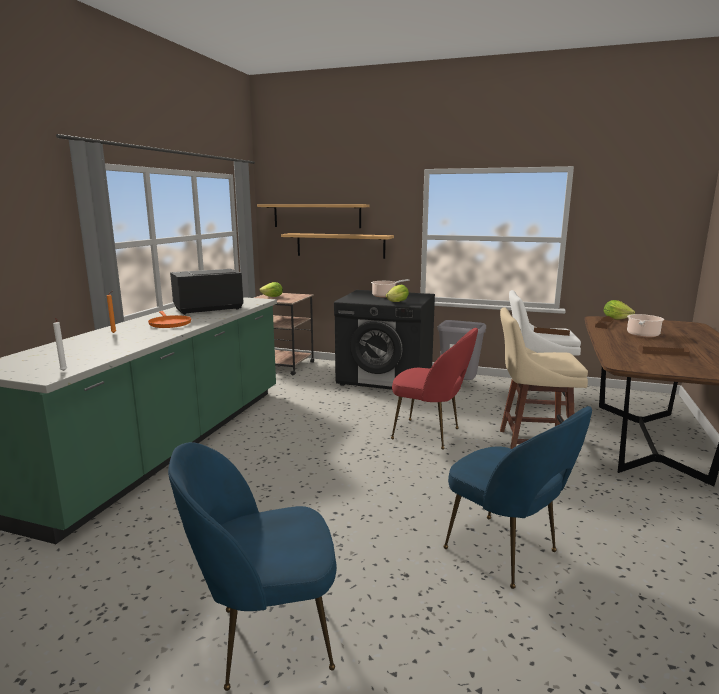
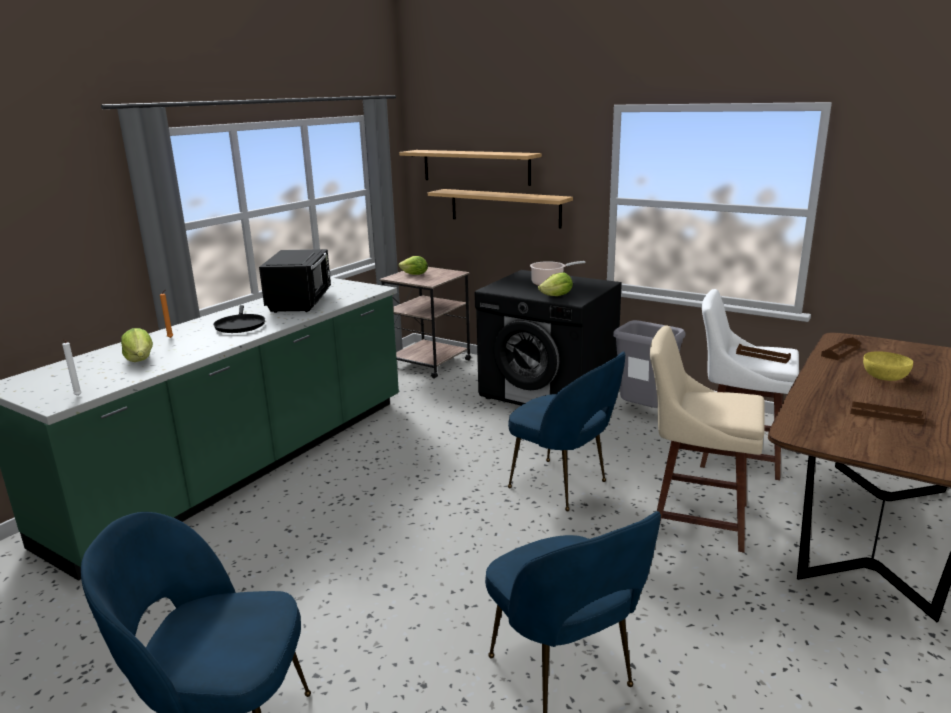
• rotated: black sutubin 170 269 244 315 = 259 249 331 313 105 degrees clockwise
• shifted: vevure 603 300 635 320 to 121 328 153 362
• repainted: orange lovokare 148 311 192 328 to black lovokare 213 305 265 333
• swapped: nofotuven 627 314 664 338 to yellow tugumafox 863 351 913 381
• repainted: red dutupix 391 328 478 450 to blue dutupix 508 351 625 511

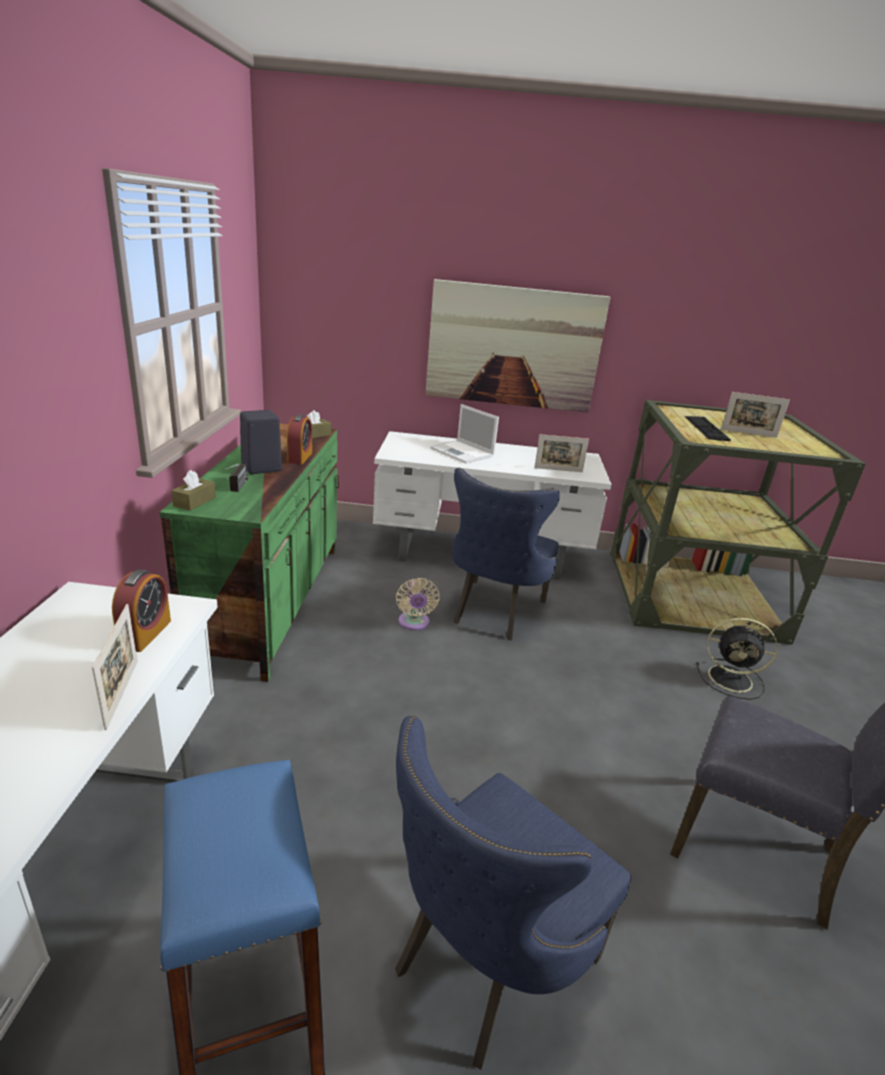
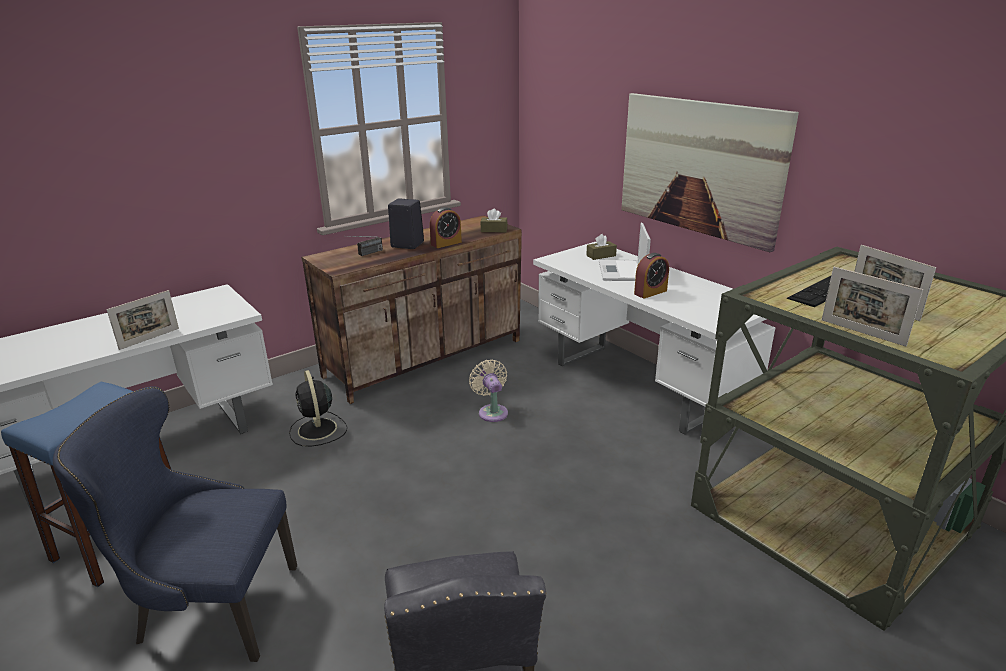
• repainted: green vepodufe 159 423 339 682 to brown vepodufe 301 215 522 404
• shifted: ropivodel 534 434 589 472 to 822 267 923 346
• gone: blue dutupix 452 468 560 640
• shifted: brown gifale 171 470 216 511 to 586 234 617 260
• shifted: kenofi 112 570 171 652 to 634 253 669 299
• rotated: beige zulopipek 396 578 440 630 = 469 359 508 422 120 degrees clockwise
• shifted: black zulopipek 696 618 778 700 to 289 370 347 447

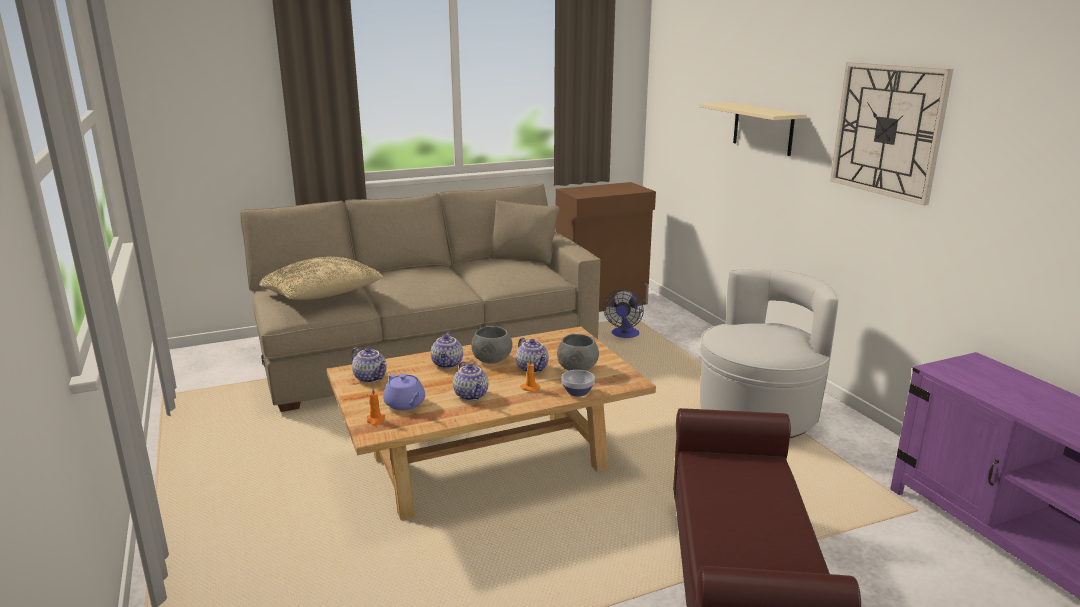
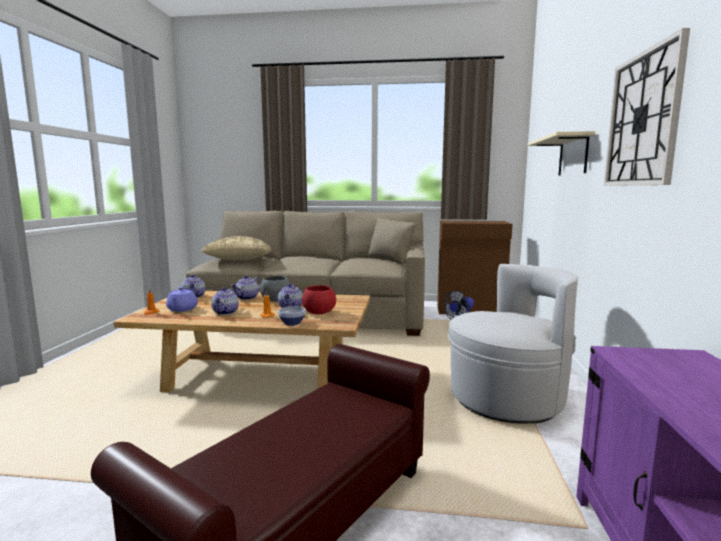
• repainted: grey tugumafox 557 334 599 371 to red tugumafox 302 285 336 314

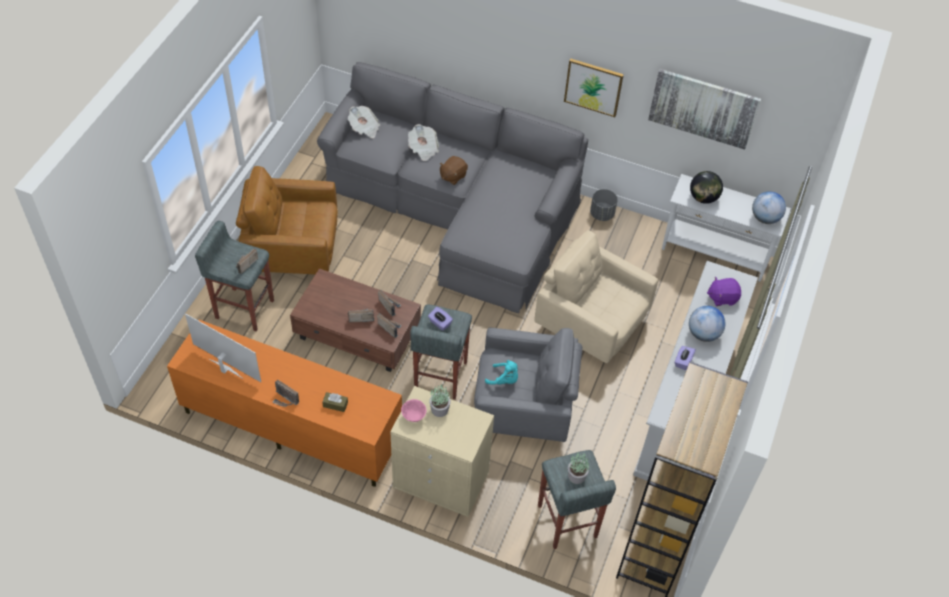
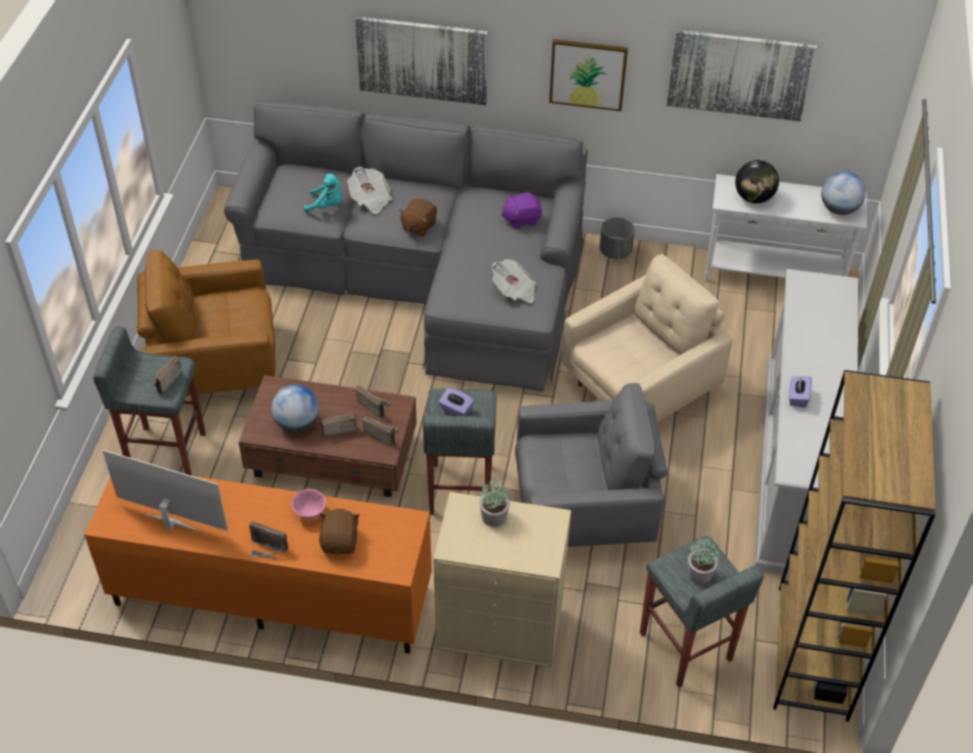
• shifted: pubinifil 348 106 380 138 to 492 259 536 303
• rotated: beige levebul 534 230 658 363 = 561 254 733 422 120 degrees clockwise
• shifted: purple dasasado 707 277 741 306 to 501 192 542 229
• shifted: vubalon 689 306 726 342 to 271 384 319 432
• shifted: turquoise dasasado 485 360 518 385 to 303 174 342 212
• swapped: brown gifale 322 392 348 412 to brown dasasado 319 509 360 555
• shifted: pink tugumafox 401 399 426 422 to 291 489 326 519
• new: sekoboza 355 16 488 105

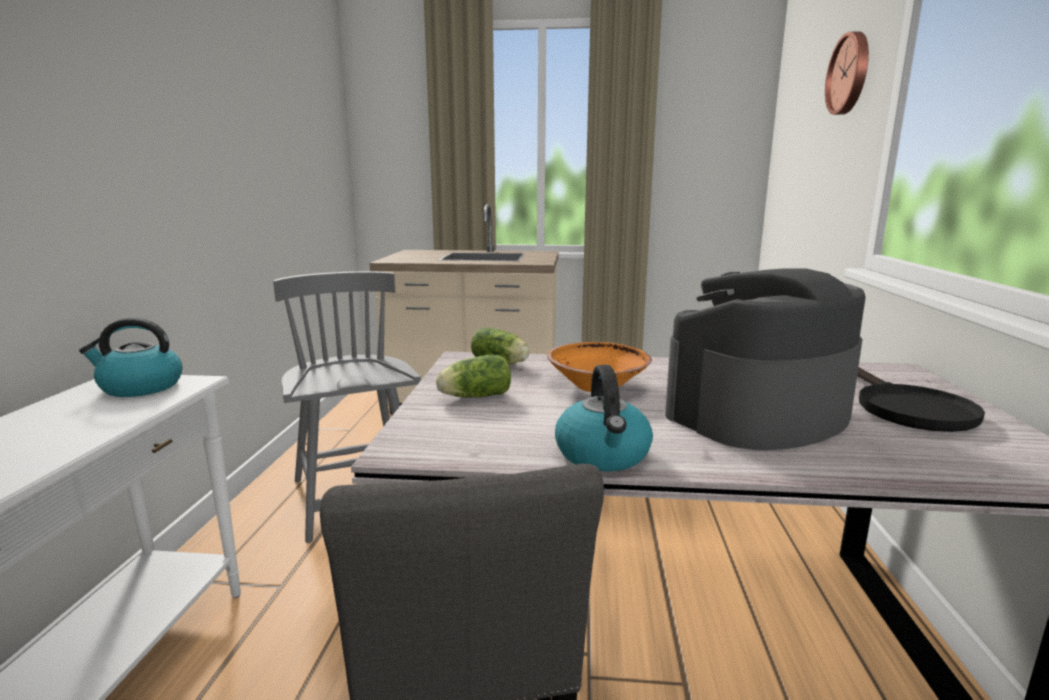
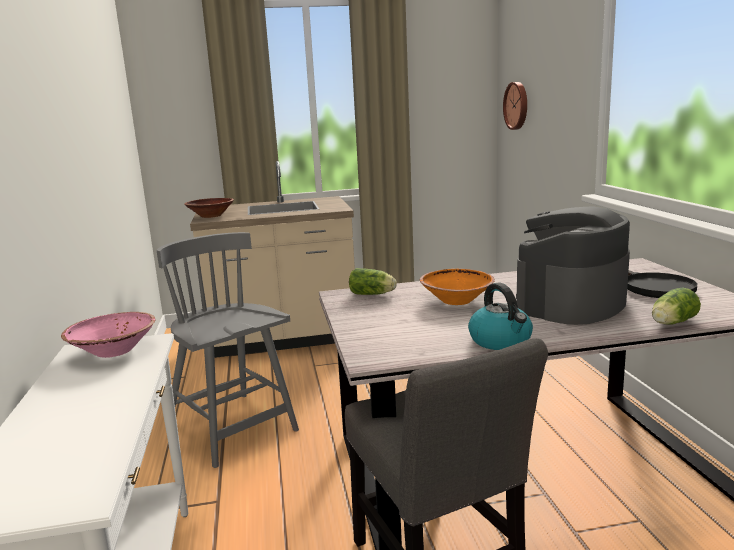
• shifted: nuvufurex 825 32 869 115 to 503 82 527 130
• swapped: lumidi 79 318 182 397 to pink tugumafox 61 312 155 358
• shifted: vevure 436 355 511 397 to 652 288 701 325
• new: brown tugumafox 184 198 234 218

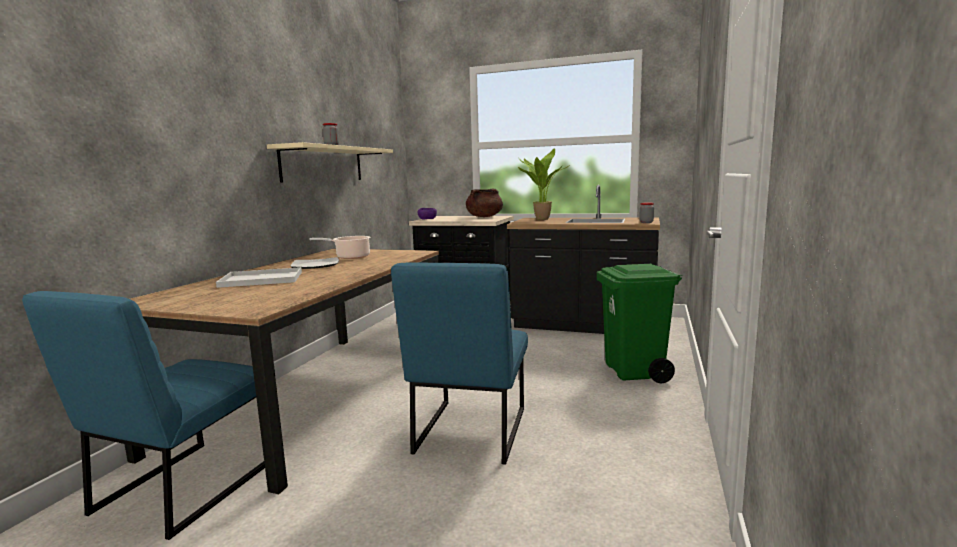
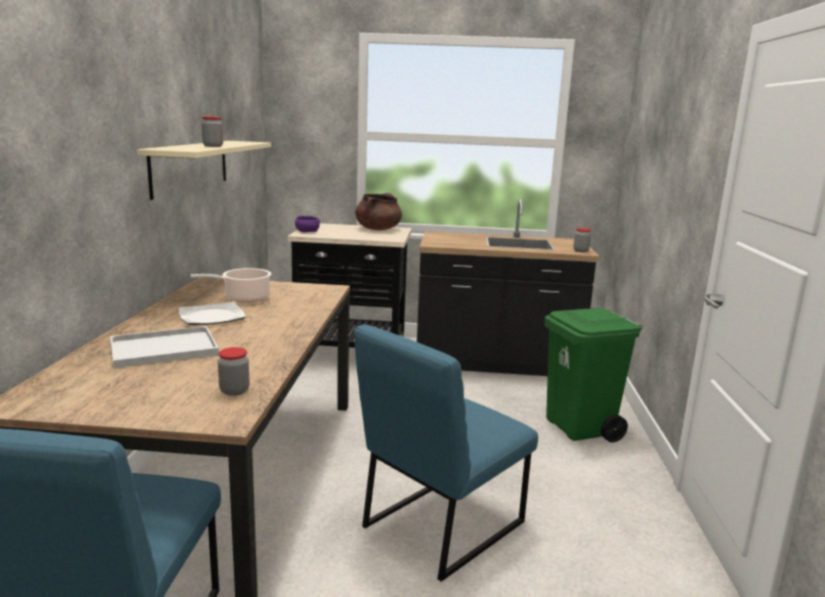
• gone: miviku 518 148 571 220
• rotated: blue dutupix 391 263 528 465 = 354 324 538 582 45 degrees clockwise
• new: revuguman 218 347 249 396

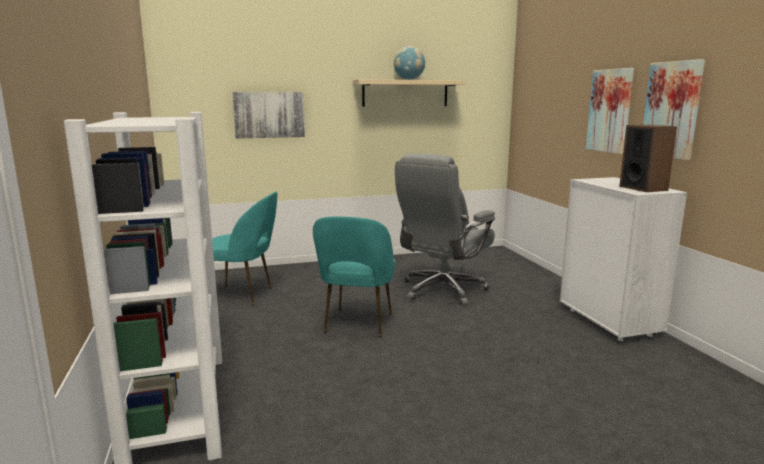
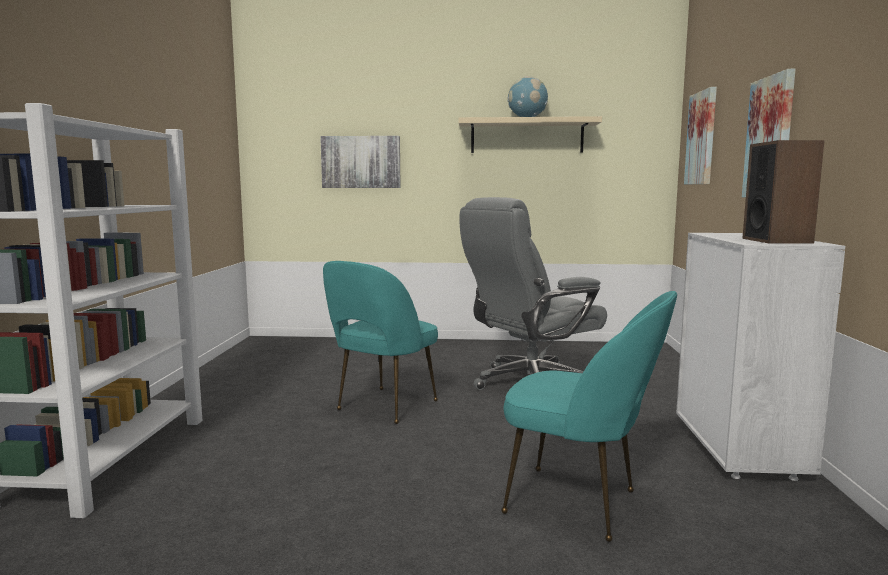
• shifted: sekoboza 643 59 705 160 to 684 87 717 184
• shifted: turquoise dutupix 212 191 277 306 to 501 291 677 542

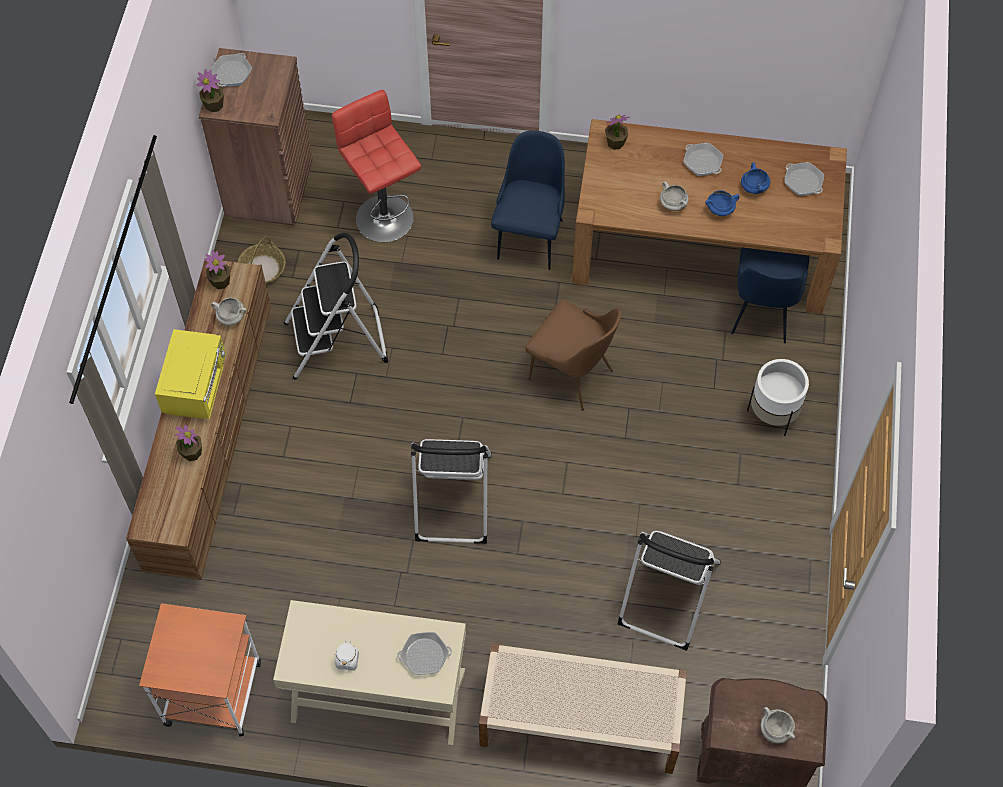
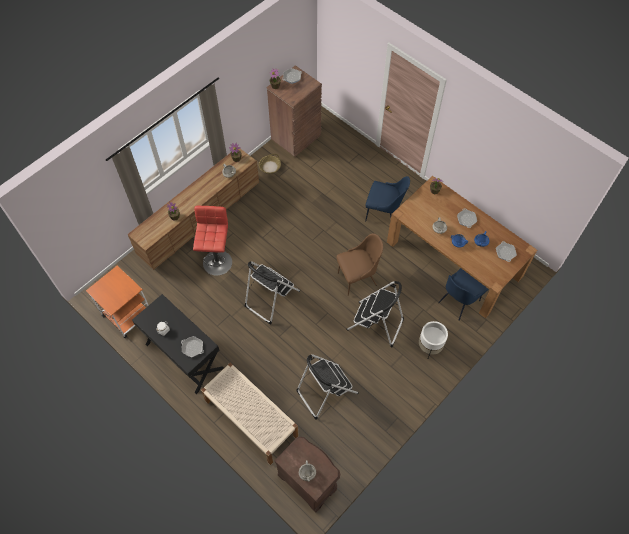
• shifted: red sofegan 332 90 421 242 to 193 206 232 276
• rotated: blue dutupix 491 131 565 270 = 365 176 410 222 60 degrees clockwise
• shifted: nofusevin 284 233 388 380 to 346 281 404 348
• rotated: brown dutupix 525 300 621 411 = 337 233 383 296 90 degrees counterclockwise
• gone: yellow sutubin 155 329 226 419
• repainted: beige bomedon 273 600 466 745 to black bomedon 132 294 224 394

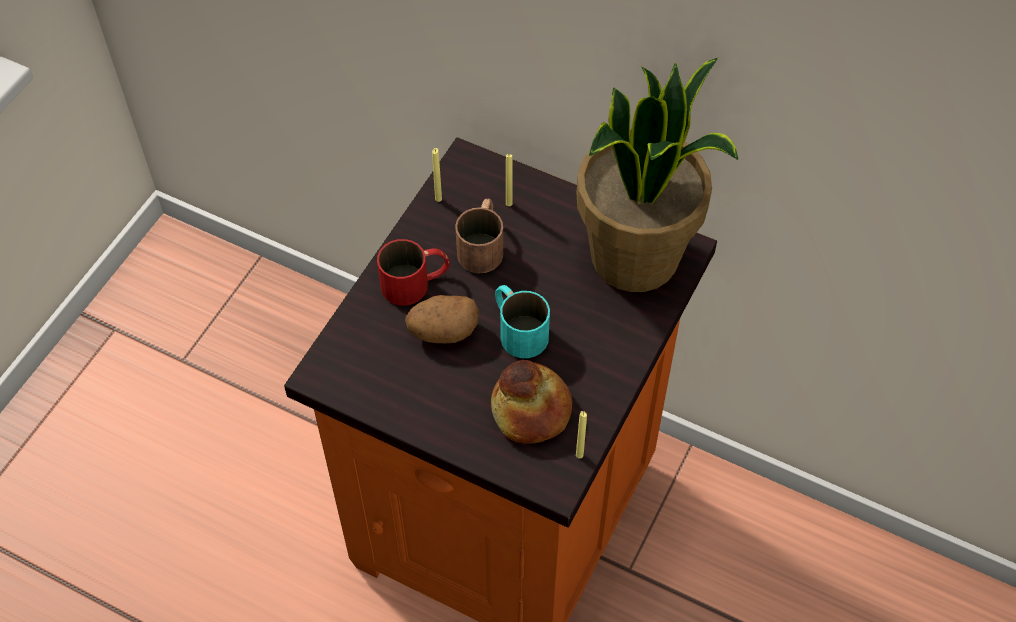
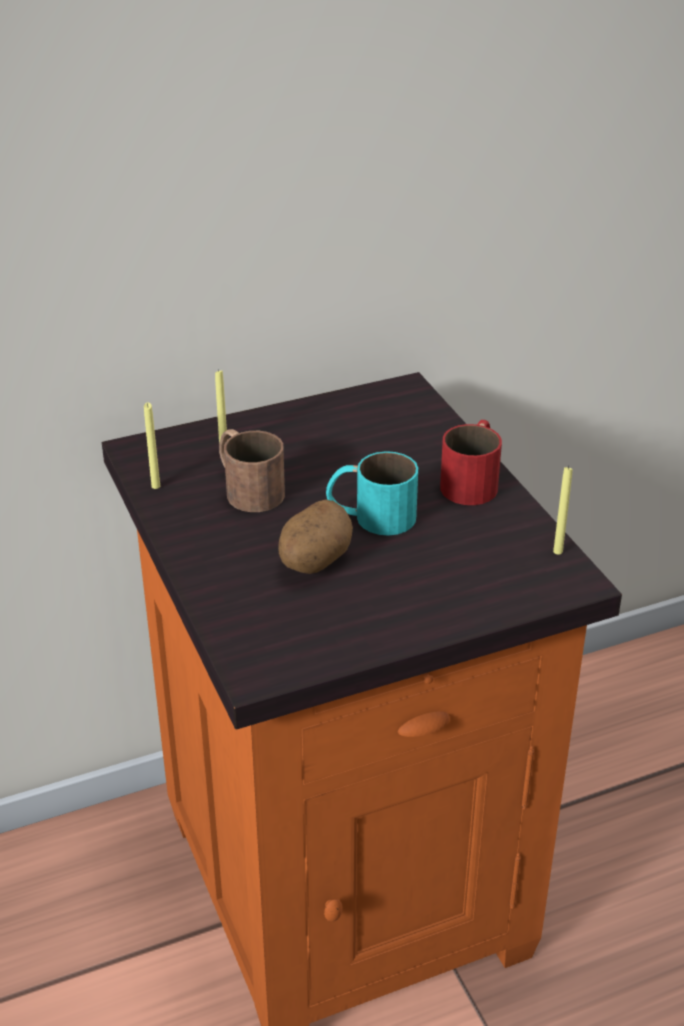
• gone: miviku 576 57 738 292
• shifted: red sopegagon 377 239 450 306 to 440 420 502 505
• gone: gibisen 491 360 572 443

